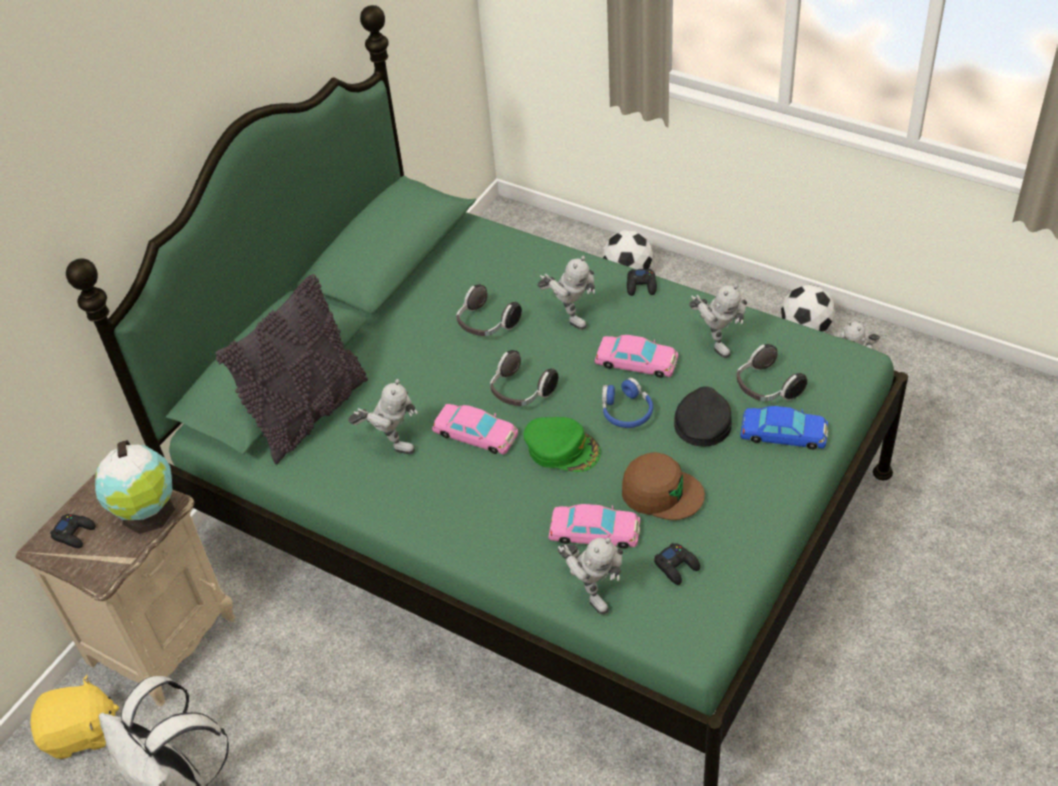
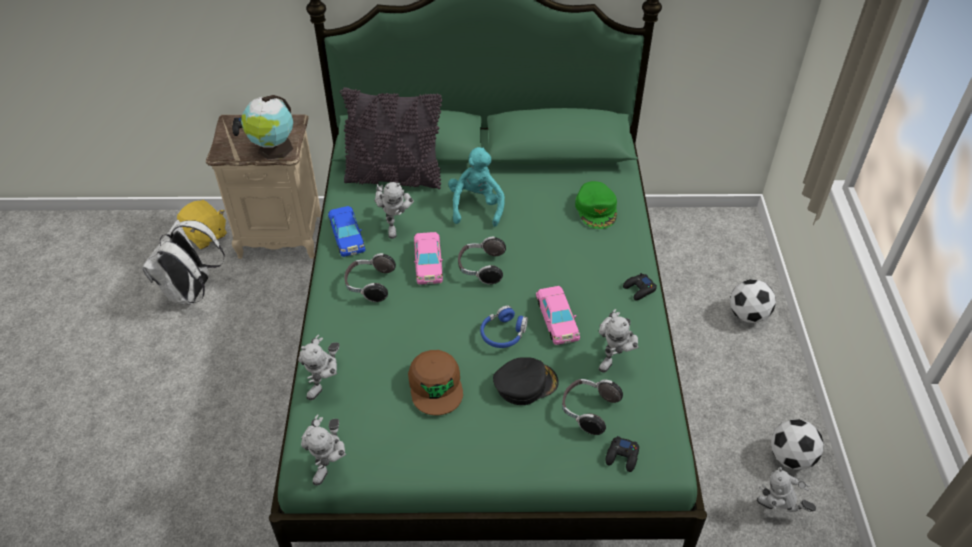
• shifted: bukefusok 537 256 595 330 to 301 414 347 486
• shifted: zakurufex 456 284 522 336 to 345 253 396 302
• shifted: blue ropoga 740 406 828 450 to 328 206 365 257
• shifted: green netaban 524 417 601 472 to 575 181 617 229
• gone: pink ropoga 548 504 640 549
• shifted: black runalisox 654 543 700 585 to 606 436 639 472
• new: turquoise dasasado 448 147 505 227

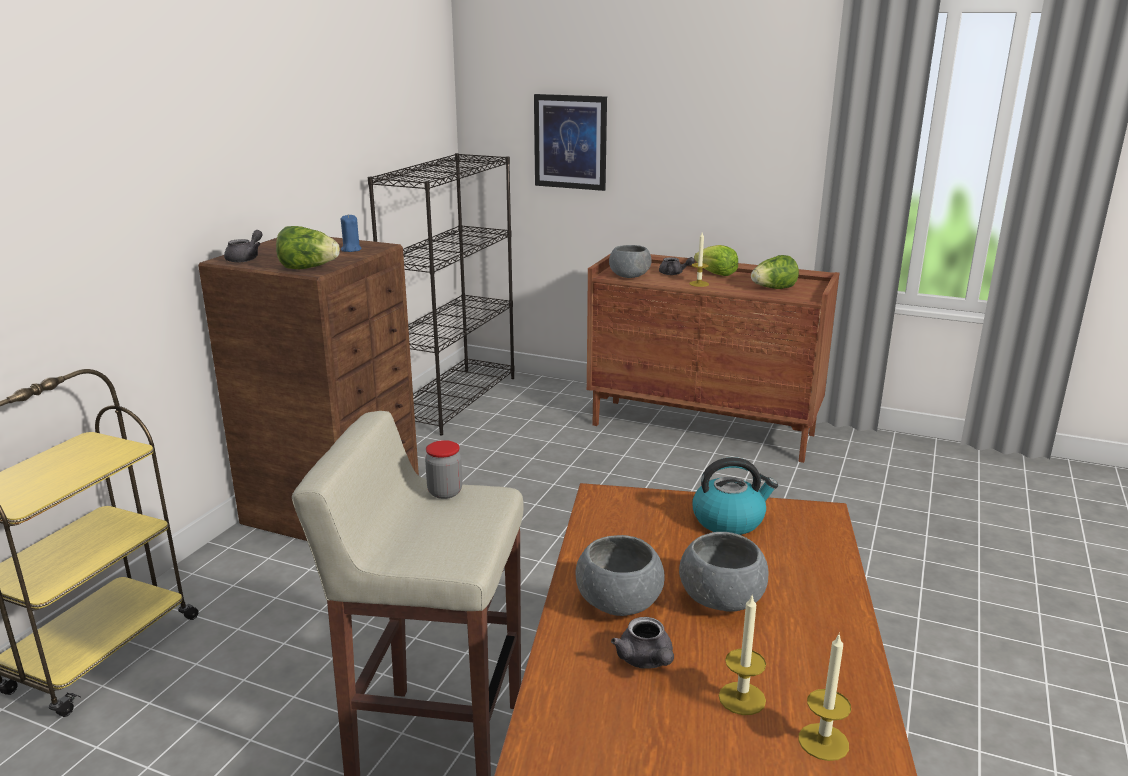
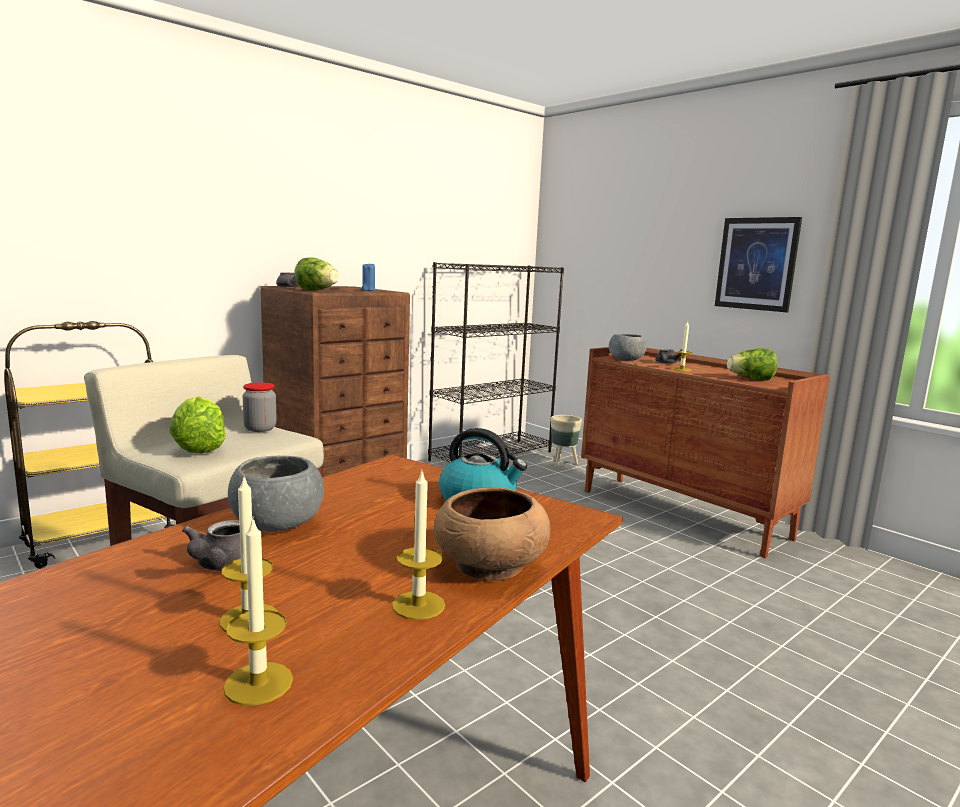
• shifted: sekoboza 534 94 607 191 to 715 217 802 312
• shifted: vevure 694 245 738 276 to 169 397 226 454
• gone: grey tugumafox 679 532 769 612
• new: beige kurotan 551 415 582 467
• new: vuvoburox 392 472 445 620
• new: brown tugumafox 433 487 550 581

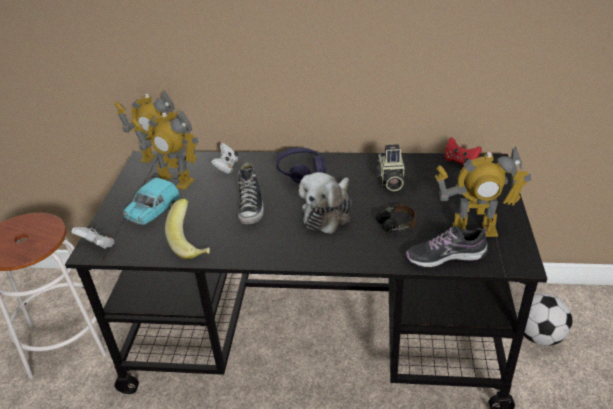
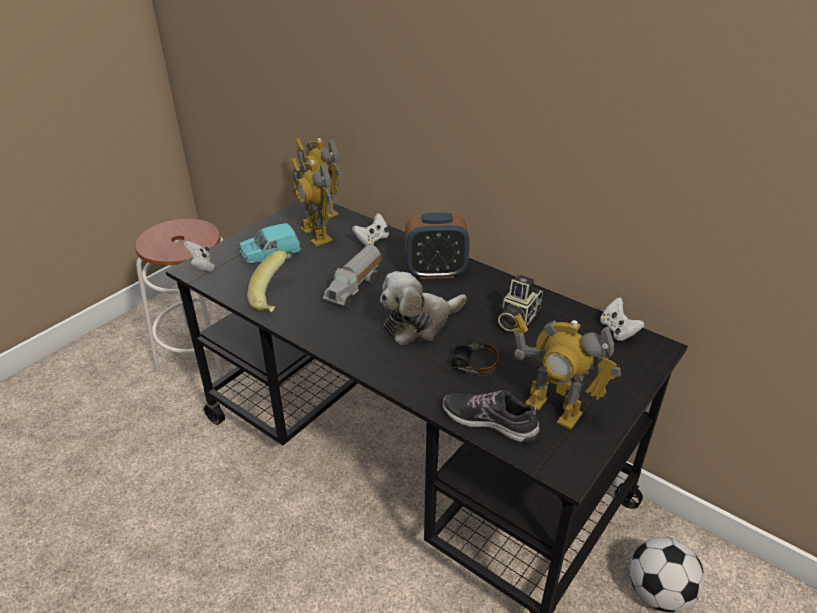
• repainted: red runalisox 444 137 482 167 to white runalisox 600 297 645 341
• swapped: purple zakurufex 276 148 326 184 to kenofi 405 212 470 279
• swapped: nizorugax 238 162 264 224 to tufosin 322 245 381 307

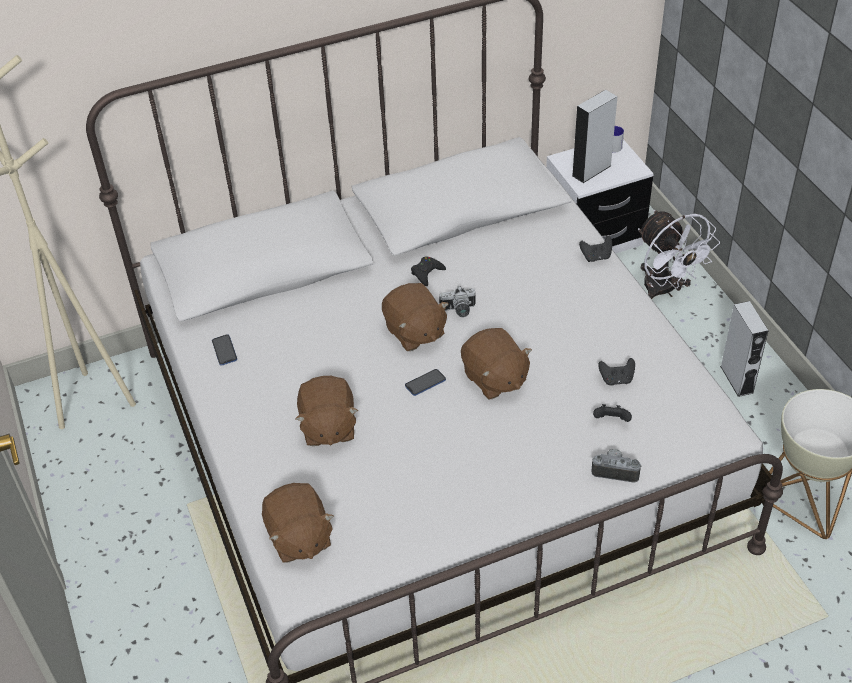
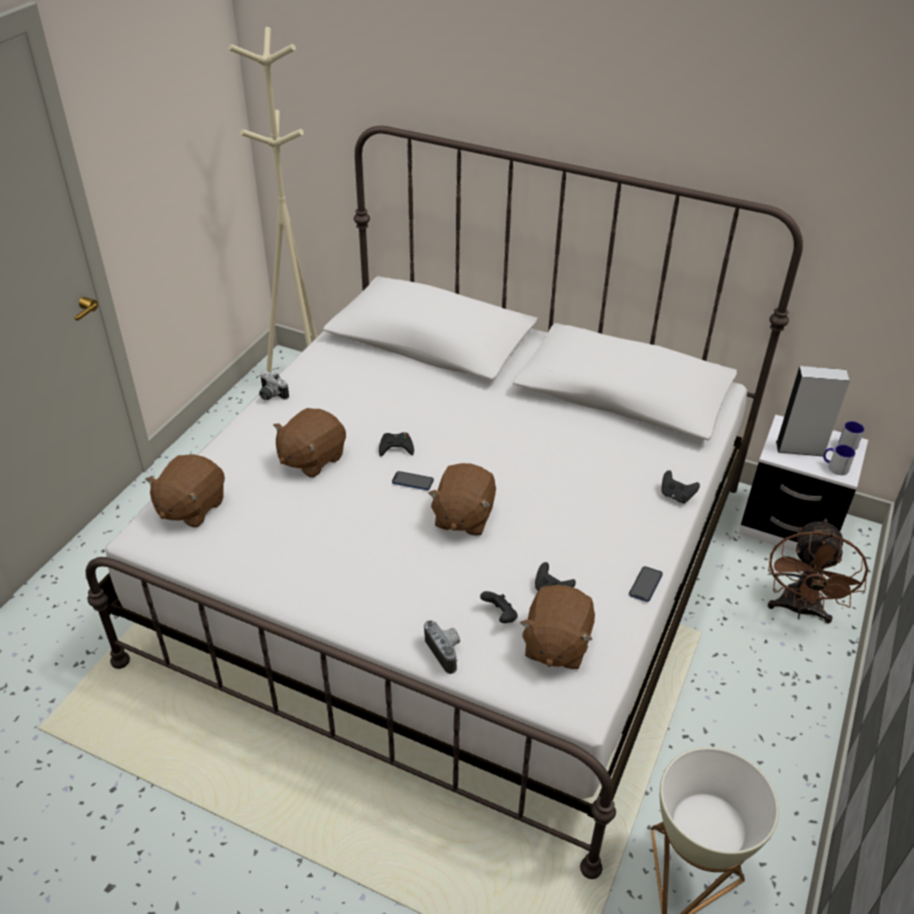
• repainted: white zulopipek 638 210 720 299 to brown zulopipek 768 519 868 624
• shifted: black runalisox 411 256 446 286 to 379 432 414 457
• shifted: brown dasasado 382 283 449 351 to 520 585 595 669
• shifted: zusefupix 439 286 476 317 to 259 371 289 400
• gone: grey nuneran 720 301 769 397
• shifted: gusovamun 212 334 237 365 to 629 566 663 602
• new: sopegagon 823 445 855 475

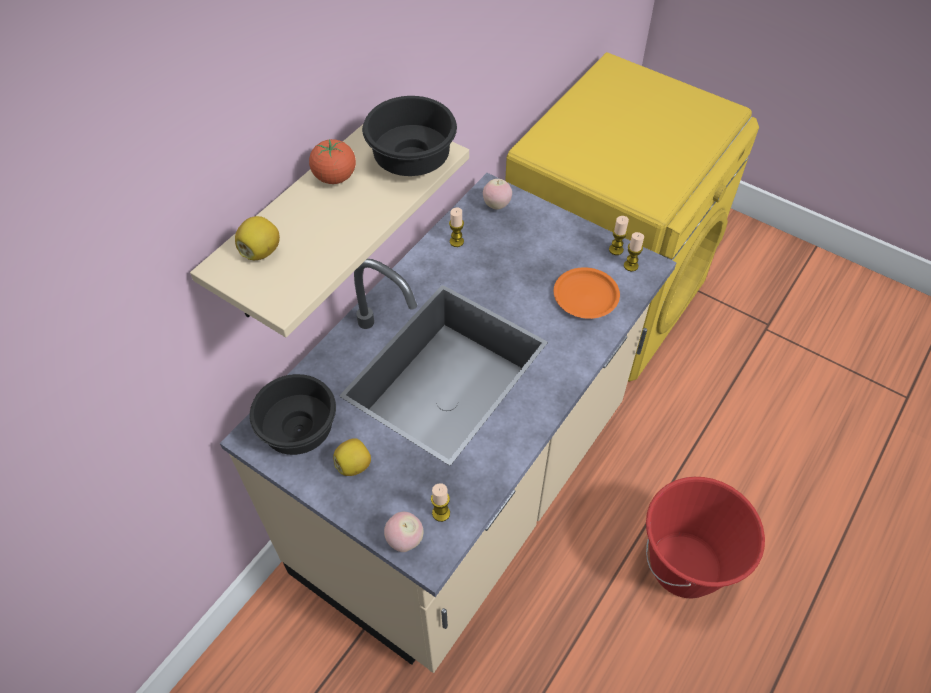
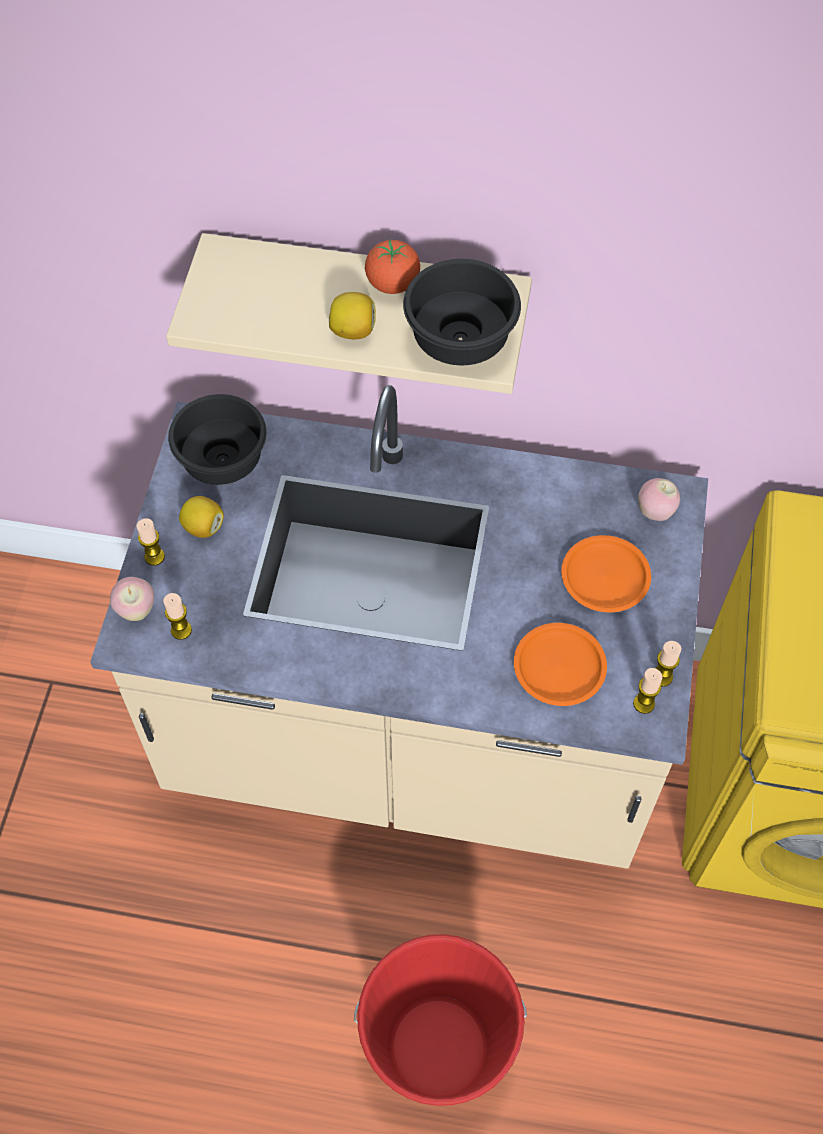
• shifted: vuvoburox 449 207 464 247 to 136 518 165 565
• shifted: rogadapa 235 216 280 260 to 329 292 376 339
• new: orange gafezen 561 535 651 612

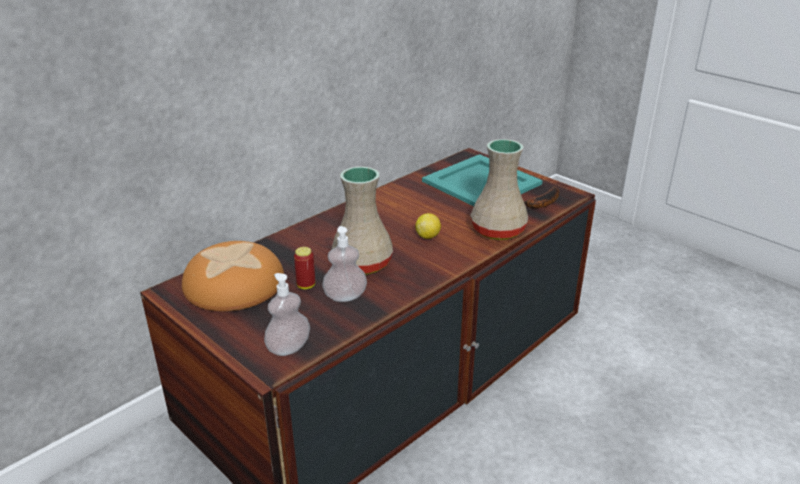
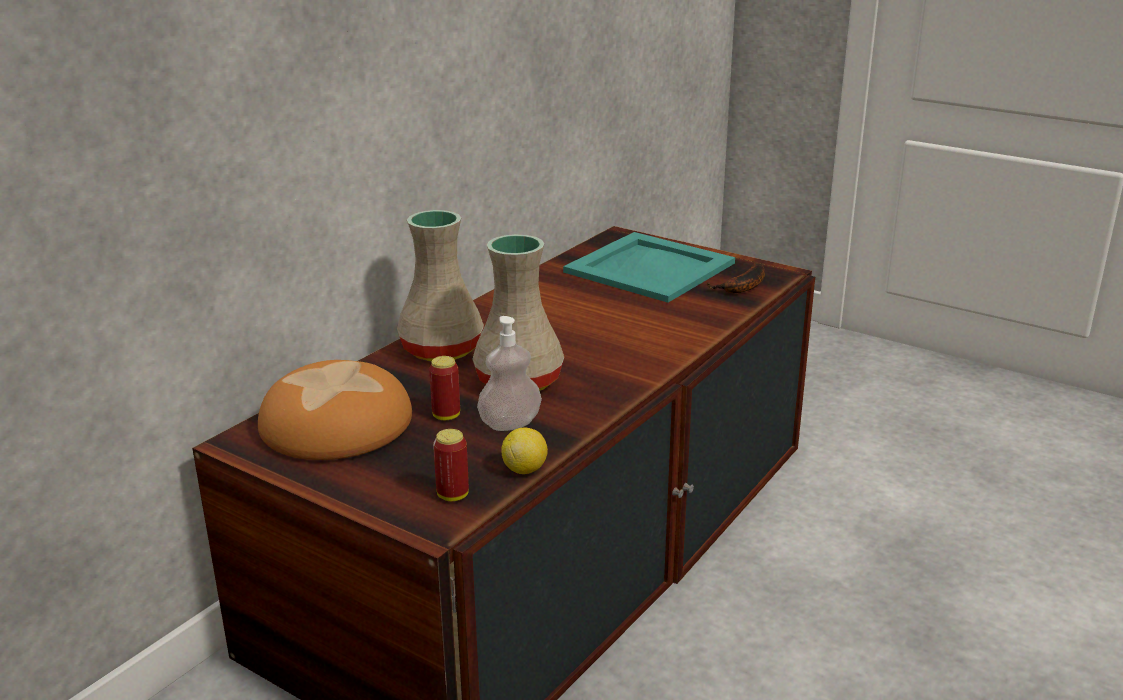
• shifted: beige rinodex 470 139 528 240 to 397 210 484 361
• shifted: rogadapa 416 213 441 239 to 501 428 548 474
• swapped: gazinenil 264 273 310 356 to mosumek 433 429 469 501

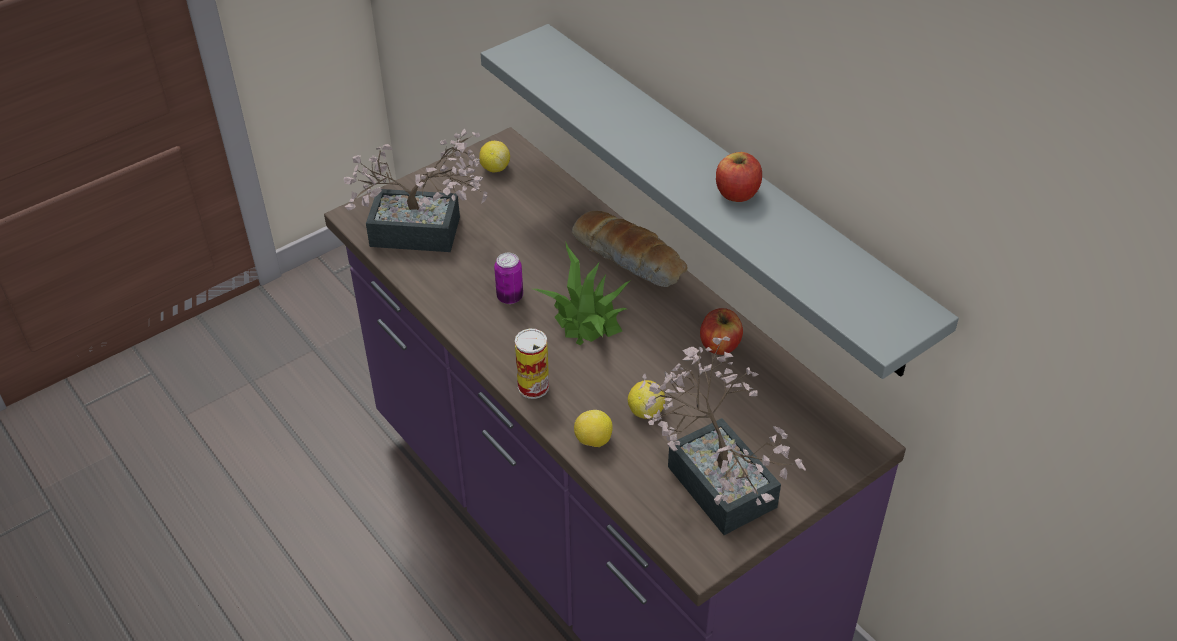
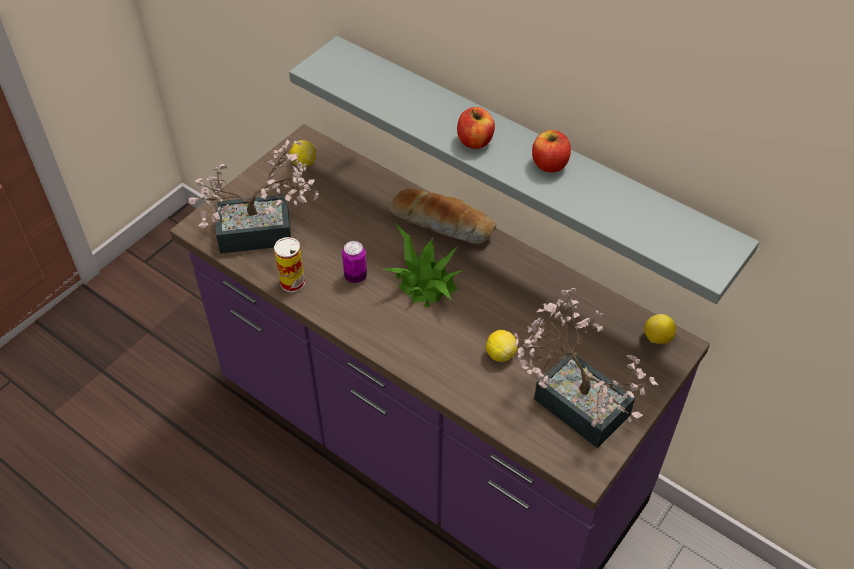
• shifted: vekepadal 700 308 743 355 to 457 107 495 149
• shifted: mosumek 515 329 549 399 to 274 237 305 293
• shifted: rogadapa 574 410 613 447 to 644 314 676 344

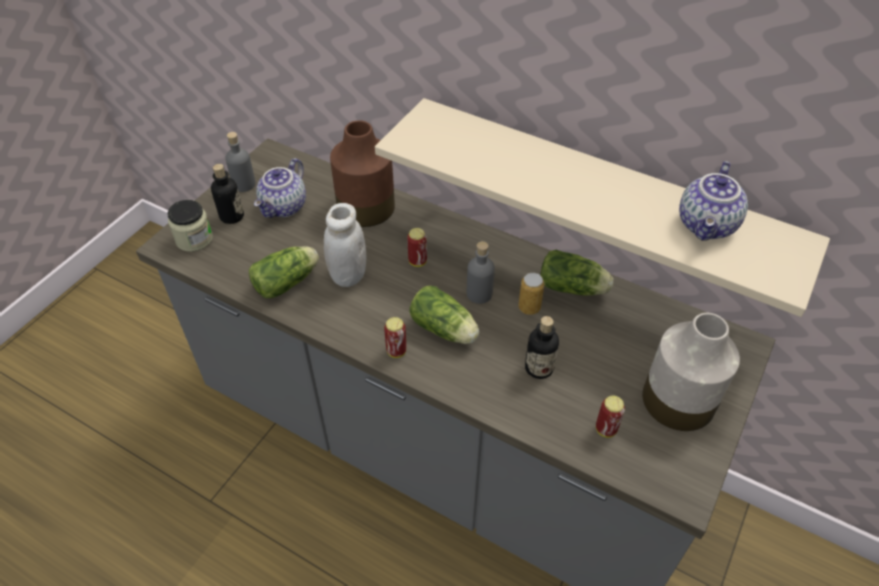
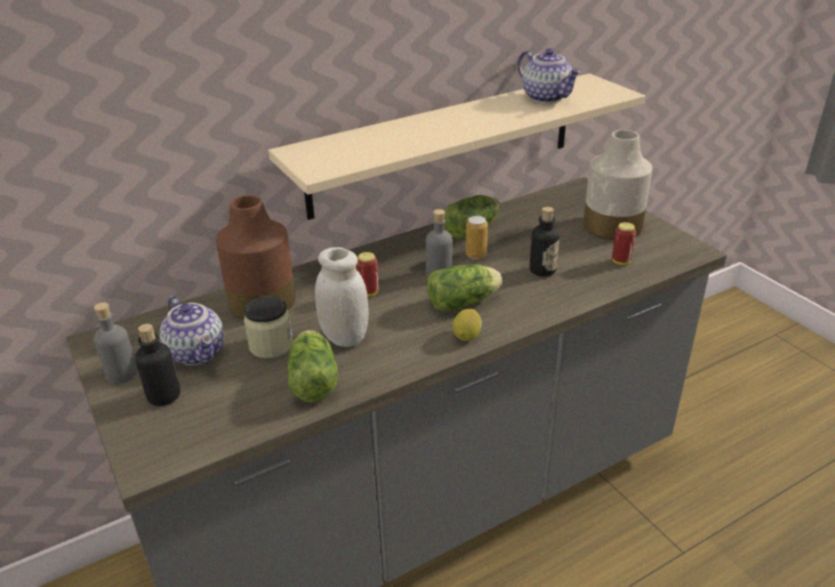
• shifted: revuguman 168 200 213 252 to 244 296 293 359
• swapped: mosumek 384 317 406 358 to rogadapa 453 309 482 341

